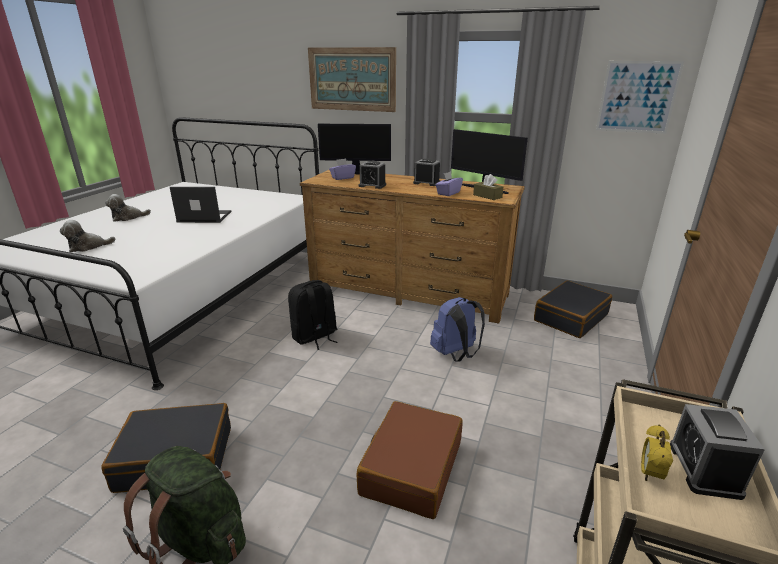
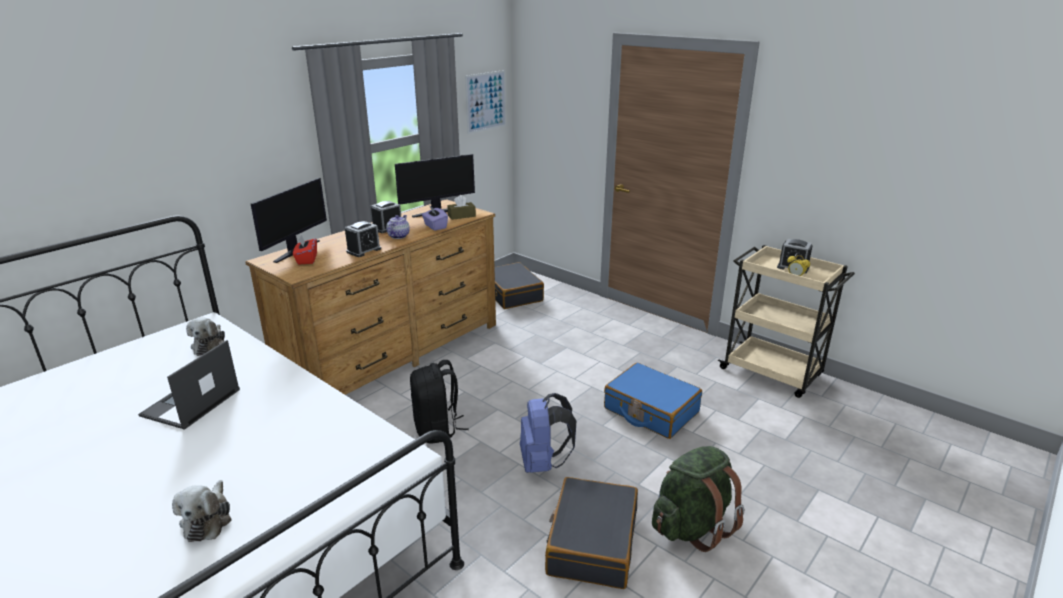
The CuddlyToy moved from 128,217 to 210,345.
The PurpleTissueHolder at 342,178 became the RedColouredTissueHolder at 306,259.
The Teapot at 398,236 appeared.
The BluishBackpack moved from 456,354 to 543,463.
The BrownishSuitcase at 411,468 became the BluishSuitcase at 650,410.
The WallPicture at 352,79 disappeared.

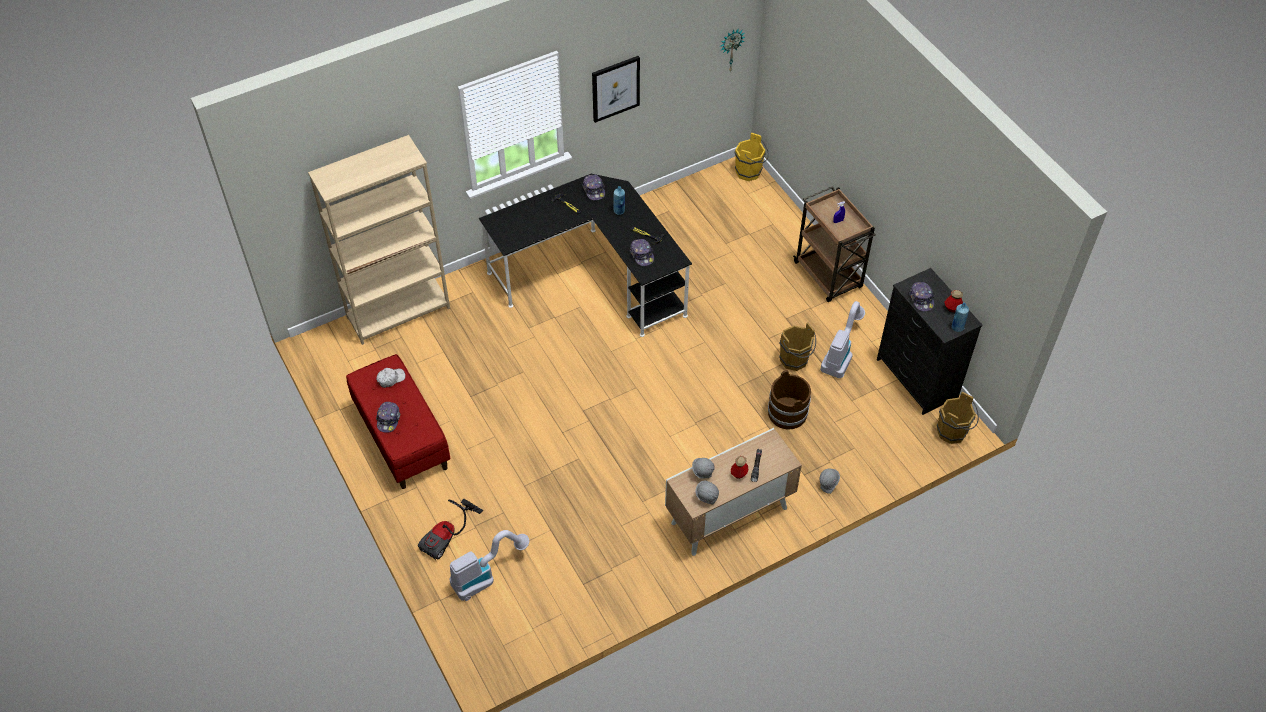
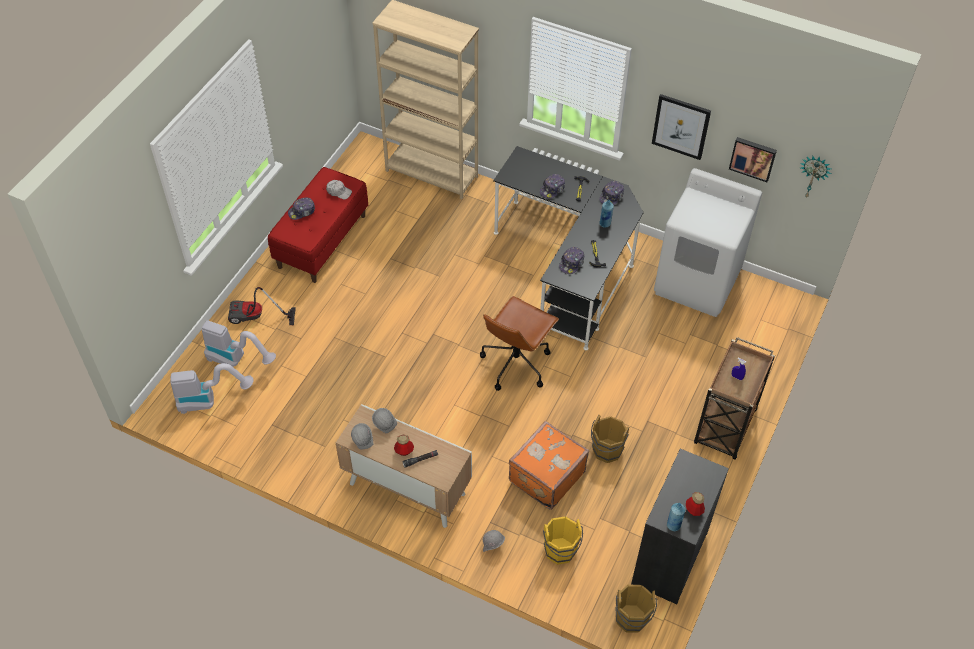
The Hoover moved from 840,354 to 210,400.
The BrownishOfficeChair at 516,363 appeared.
The BrownishPail at 787,413 was replaced by the OrangeySuitcase at 545,476.
The Cap moved from 921,299 to 552,189.
The YellowColouredPail moved from 750,173 to 560,553.
The WhitishLaundryMachine at 697,282 appeared.
The WallPicture at 753,158 appeared.

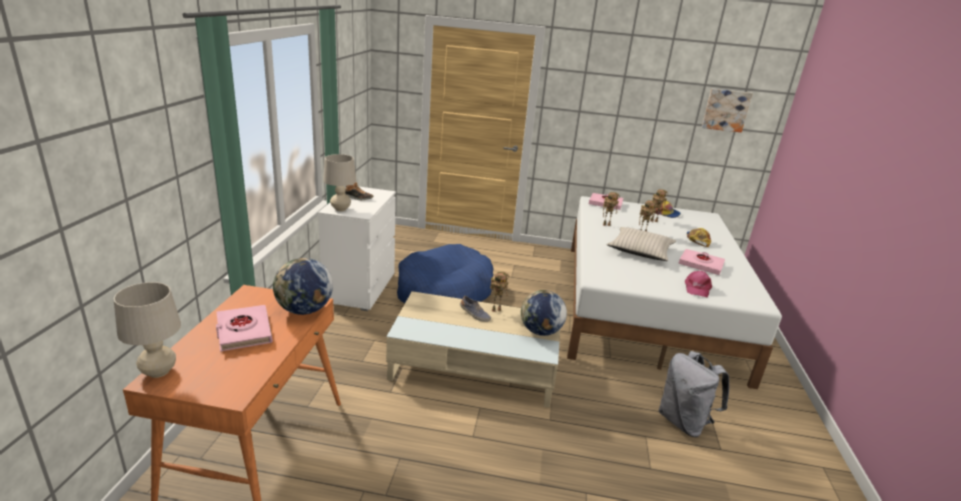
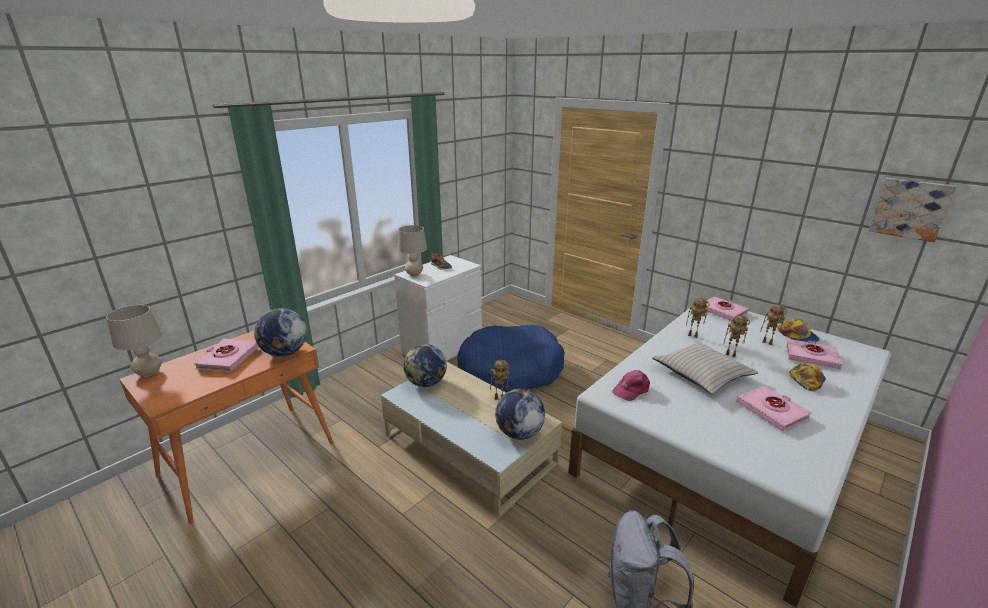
The Globe at 426,383 appeared.
The PinkCap moved from 697,288 to 631,389.
The PinkBook at 811,357 appeared.
The LowShoe at 474,315 disappeared.

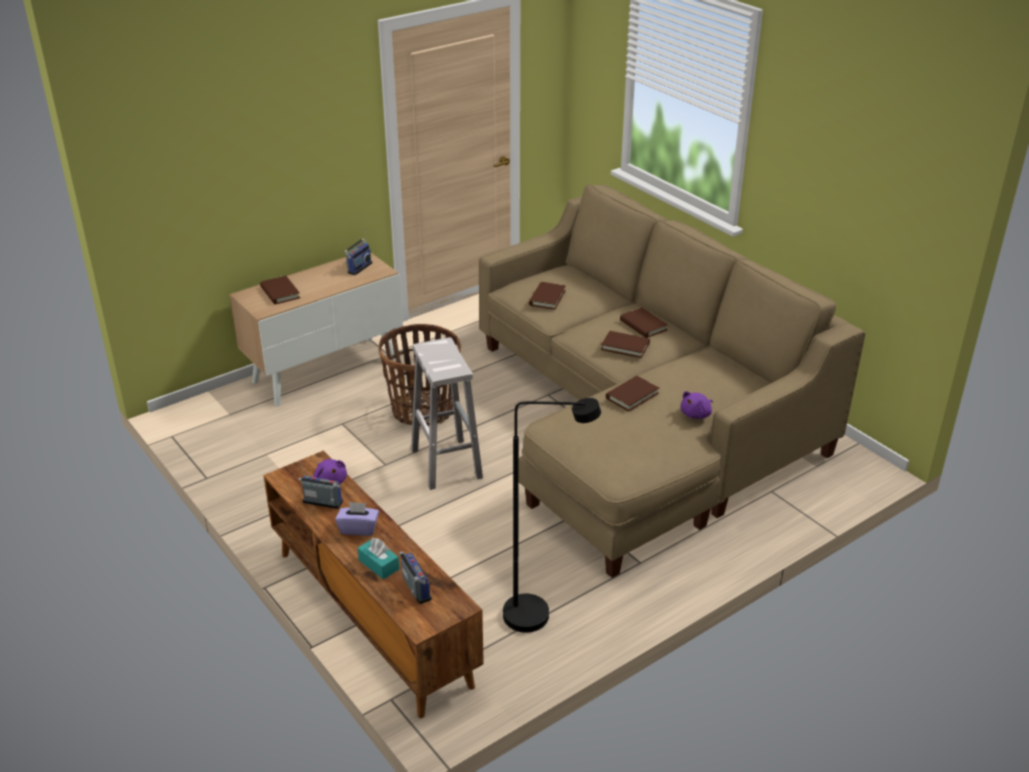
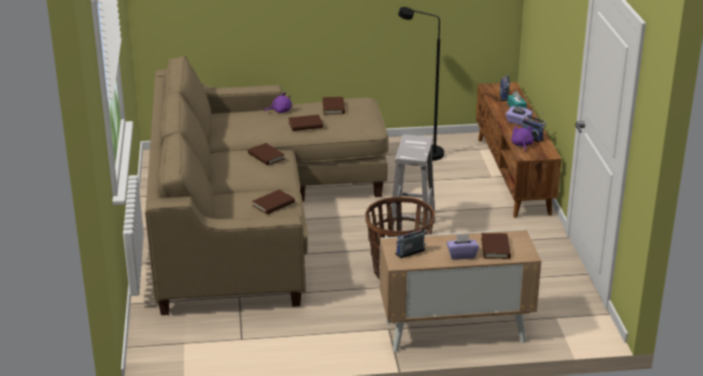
The BrownishBook moved from 643,325 to 333,107.
The PurpleTissueHolder at 462,255 appeared.

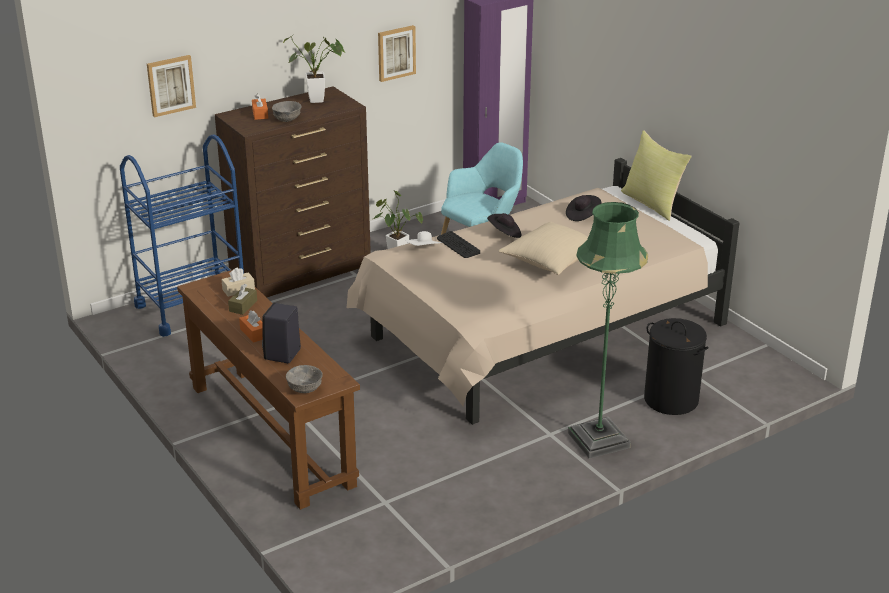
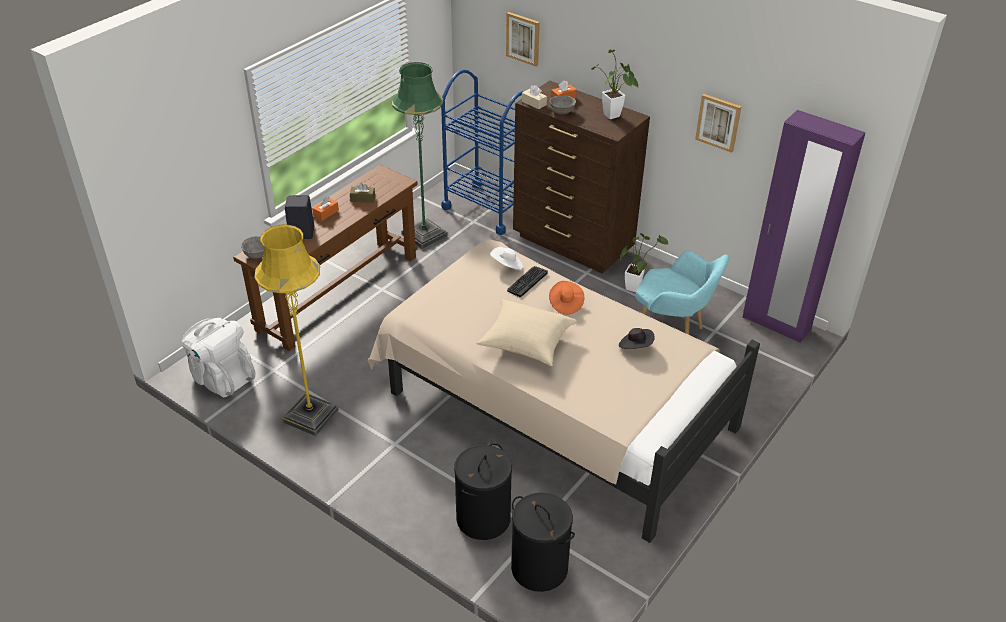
The WhitishBackpack at 222,377 appeared.
The YellowColouredStandardLamp at 311,416 appeared.
The GreenColouredStandardLamp moved from 598,440 to 424,235.
The BlackLaundryBasket at 540,568 appeared.
The SandColouredTissueHolder moved from 238,289 to 534,103.
The BlackClothingHat at 505,234 became the OrangeyClothingHat at 565,304.
The YellowColouredPillow at 653,203 disappeared.

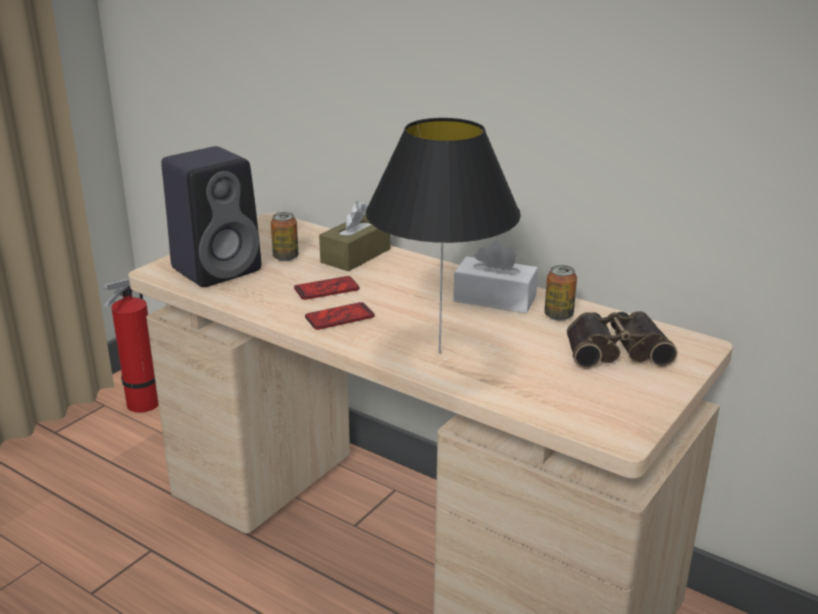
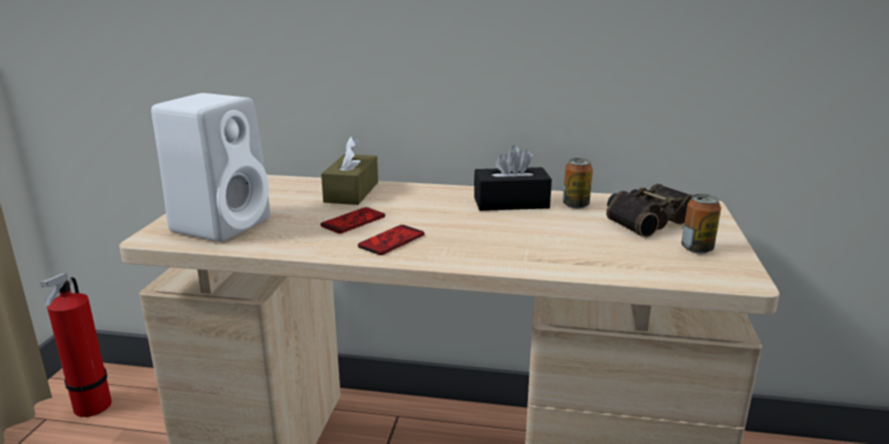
The BlackAudioSpeaker at 218,268 became the WhitishAudioSpeaker at 222,224.
The WhitishTissueHolder at 494,299 became the BlackTissueHolder at 511,203.
The Can moved from 285,257 to 697,248.
The BlackTableLamp at 438,353 disappeared.

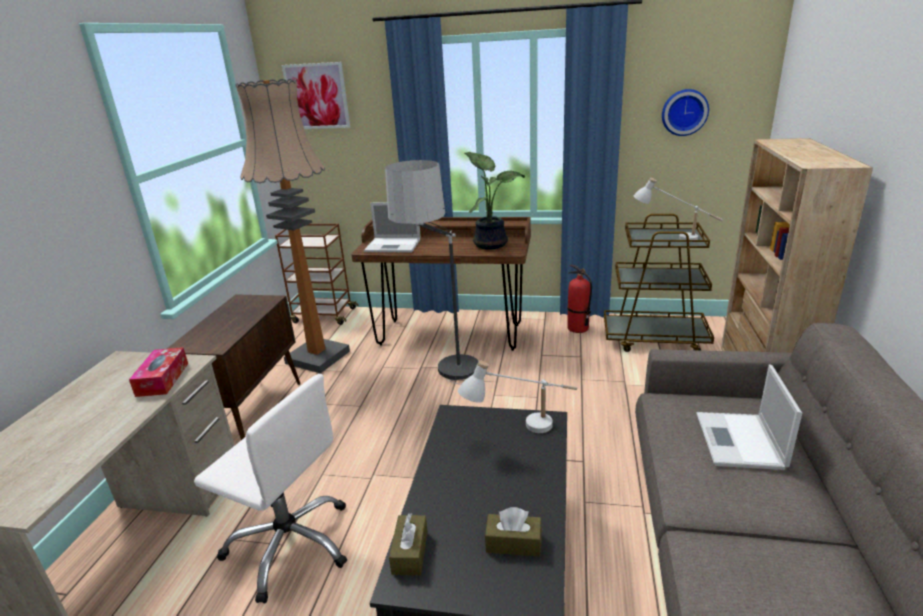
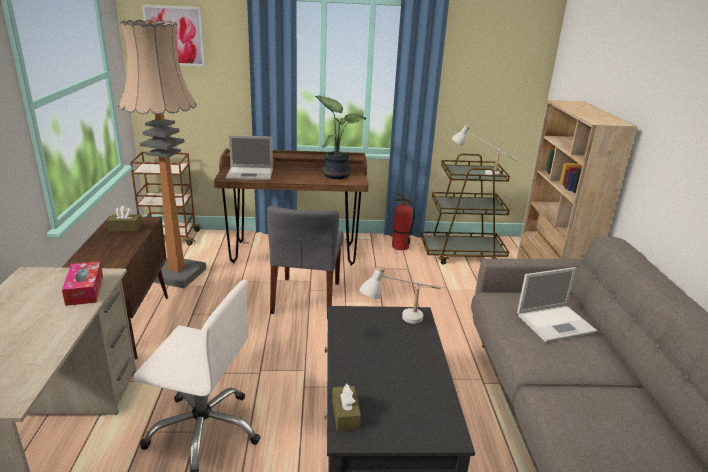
The BrownishTissueHolder moved from 513,543 to 125,228.
The StandardLamp at 449,389 was replaced by the GrayChair at 306,298.
The NotebookComputer at 740,442 turned 105 degrees counterclockwise.
The HangingClock at 684,112 disappeared.

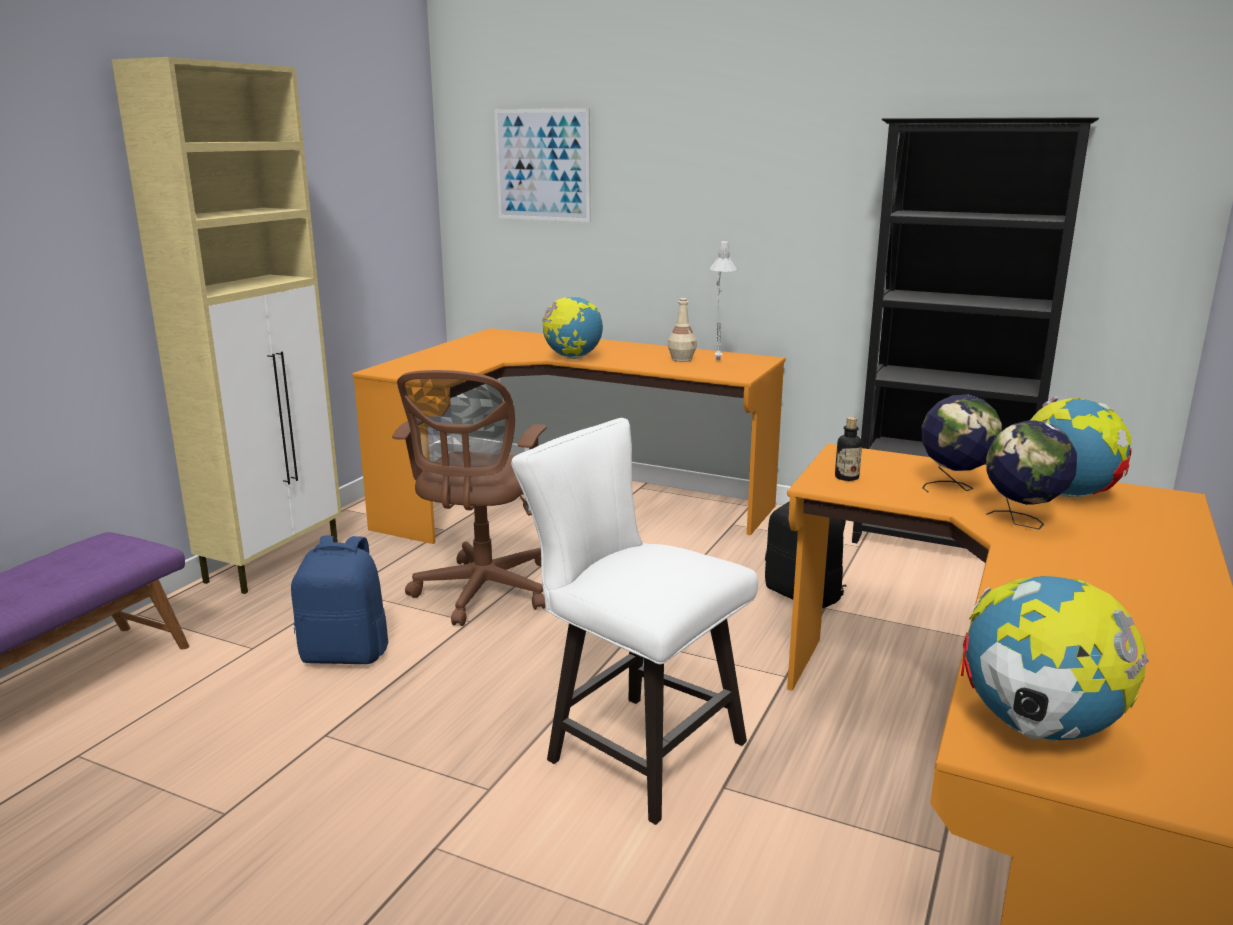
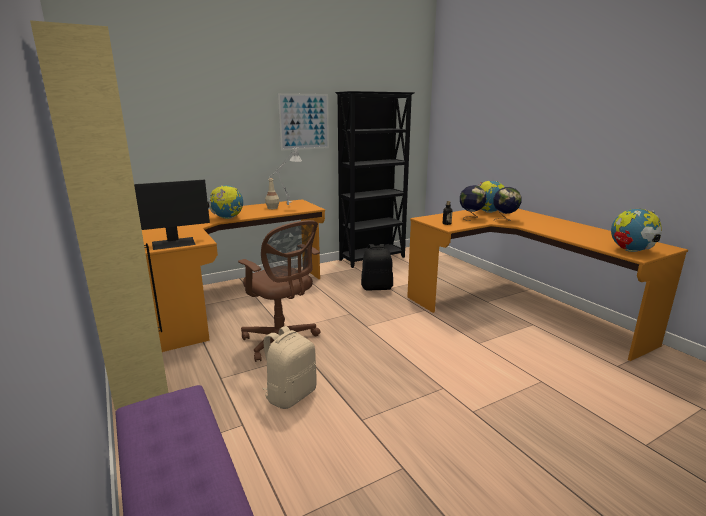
The Monitor at 174,243 appeared.
The BluishBackpack at 346,654 became the SandColouredBackpack at 290,395.
The WallPicture moved from 543,165 to 304,122.
The WhitishChair at 634,748 disappeared.

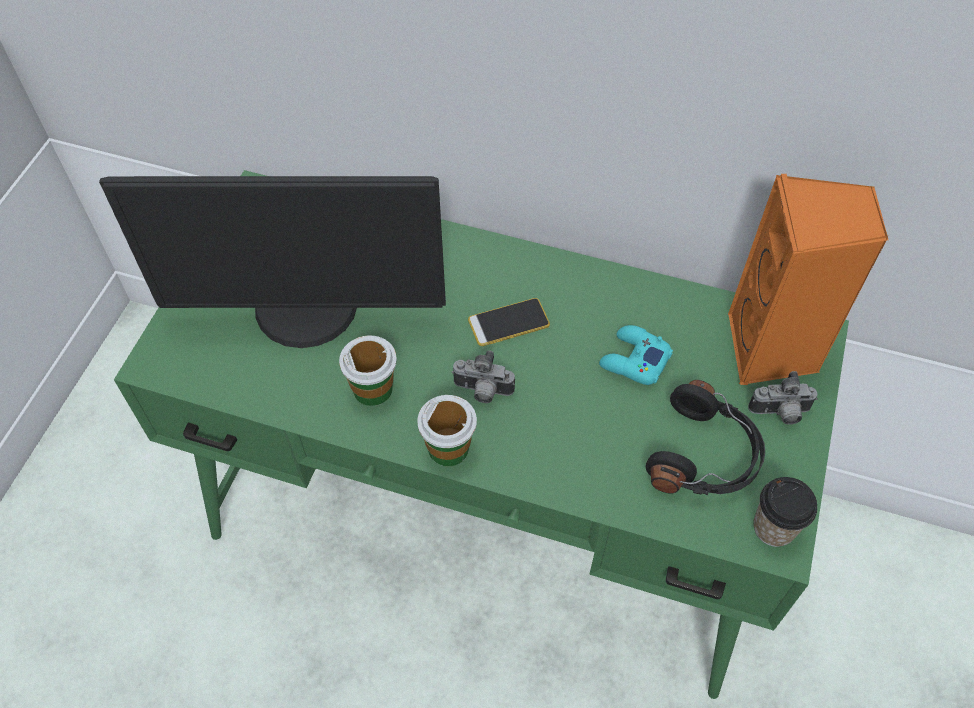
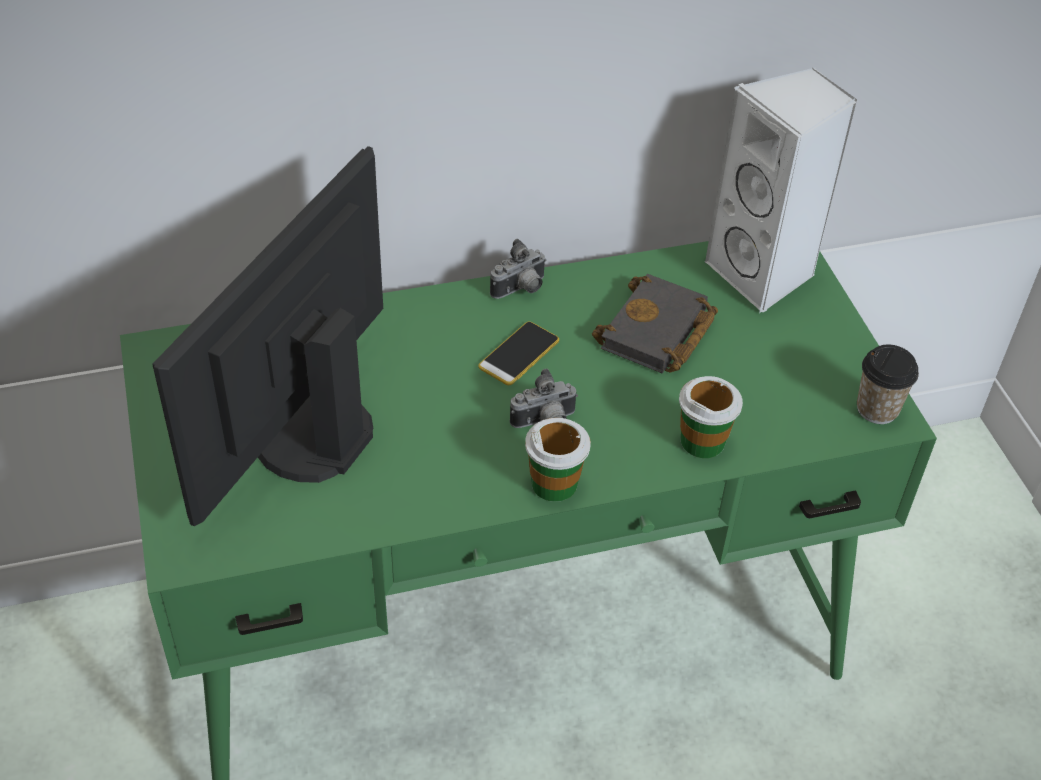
The Monitor at 306,311 turned 150 degrees clockwise.
The PhotoCamera moved from 780,413 to 520,290.
The TurquoiseGameController at 634,360 was replaced by the BlackBook at 657,334.
The SmallCup moved from 373,388 to 703,441.
The OrangeyAudioSpeaker at 772,350 became the WhitishAudioSpeaker at 763,274.
The BlackHeadphones at 705,456 disappeared.

